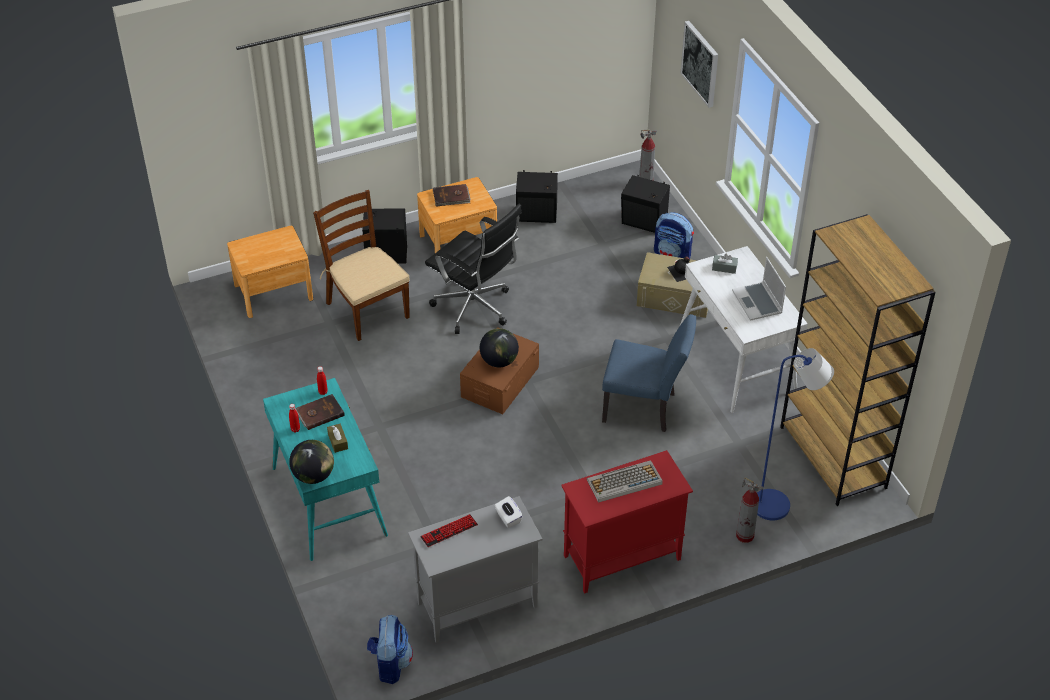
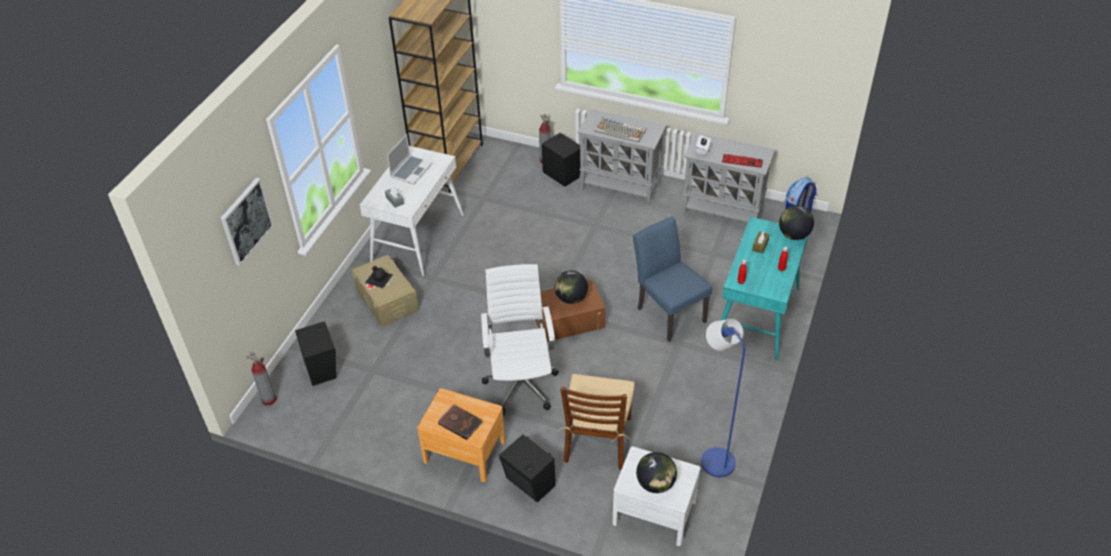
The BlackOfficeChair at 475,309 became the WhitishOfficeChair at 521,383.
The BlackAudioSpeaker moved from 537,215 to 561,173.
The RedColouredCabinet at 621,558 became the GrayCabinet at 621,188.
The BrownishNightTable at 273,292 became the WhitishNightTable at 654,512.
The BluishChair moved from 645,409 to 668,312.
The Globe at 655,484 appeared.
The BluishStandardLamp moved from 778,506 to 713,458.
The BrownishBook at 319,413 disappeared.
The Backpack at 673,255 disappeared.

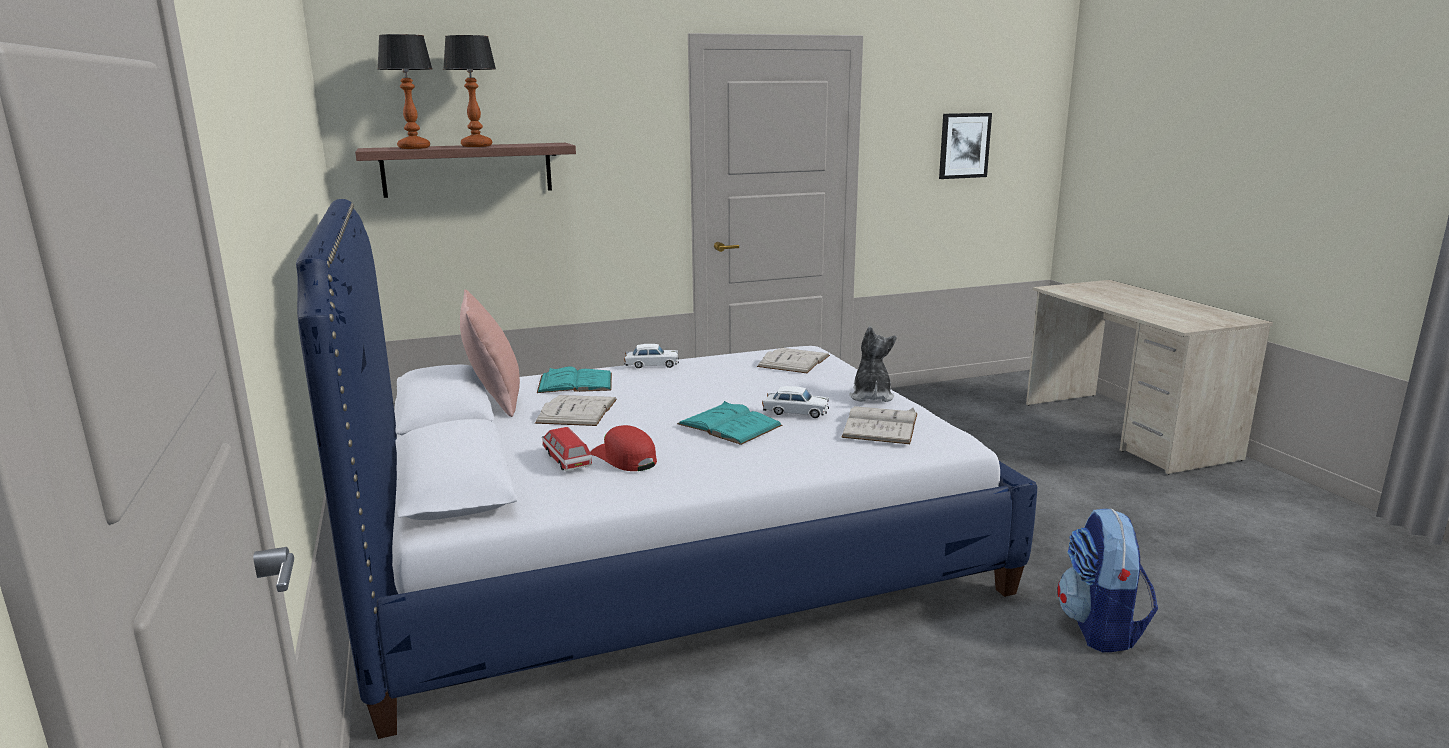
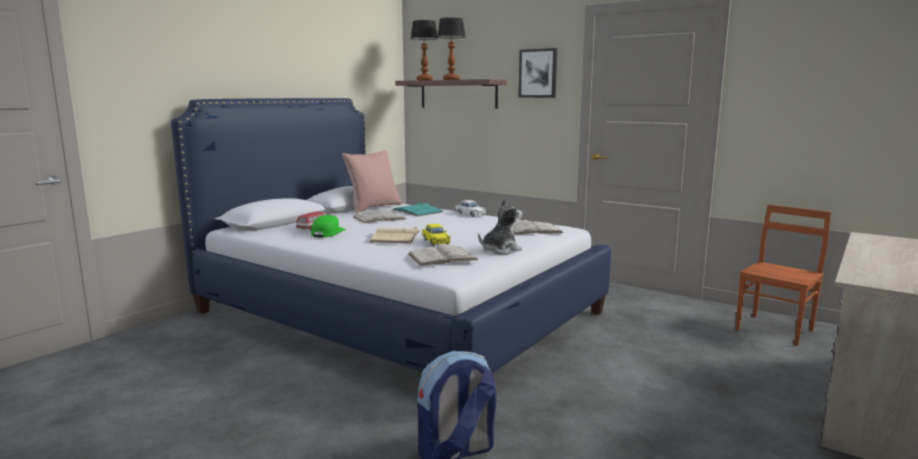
The RedColouredCap at 624,458 became the GreenColouredCap at 328,233.
The TurquoiseBook at 729,425 became the SandColouredBook at 395,236.
The WhitishToyCar at 795,412 became the YellowColouredToyCar at 435,241.
The WallPicture moved from 964,145 to 538,73.
The BrownishChair at 775,330 appeared.

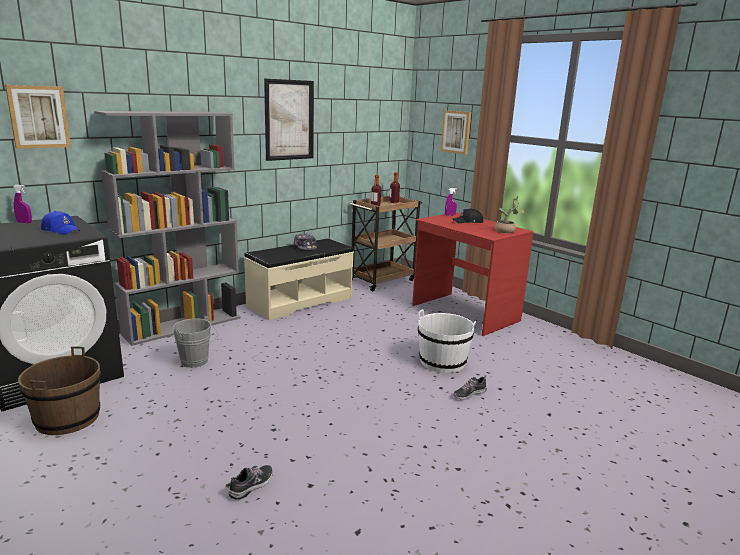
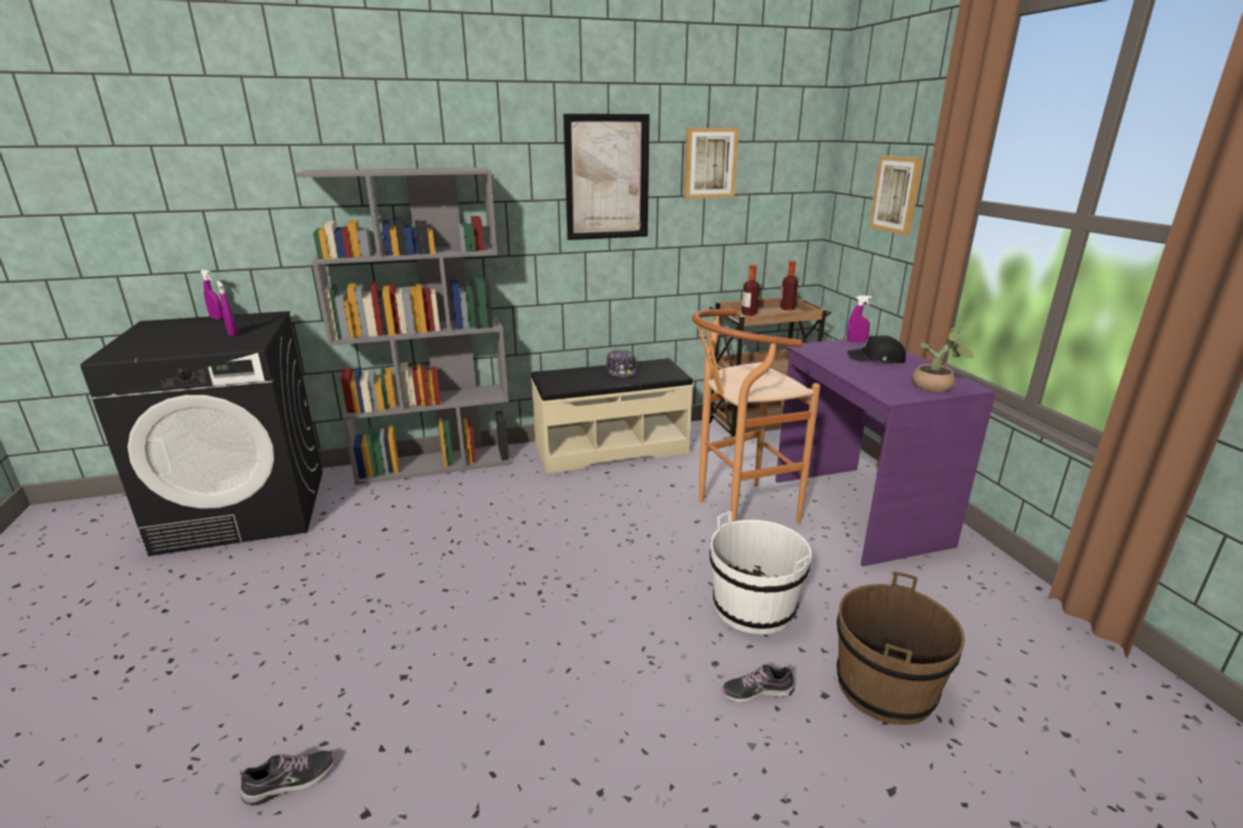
The BluishCap at 61,230 was replaced by the PurpleSprayBottle at 232,334.
The WallPicture moved from 38,117 to 710,163.
The BrownishSittingStool at 738,512 appeared.
The RedColouredDesk at 464,313 became the PurpleDesk at 856,511.
The BrownishPail moved from 68,418 to 885,687.
The GrayPail at 196,362 disappeared.

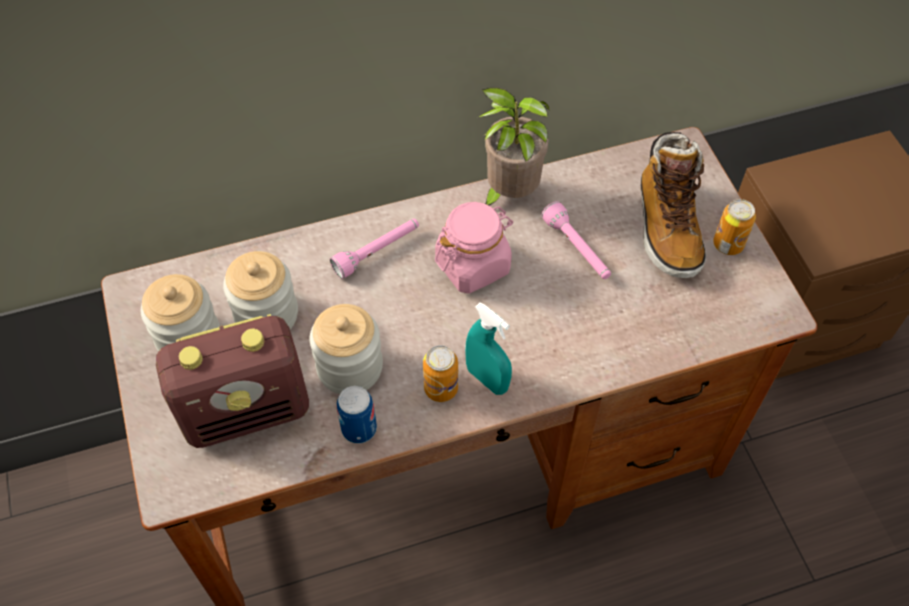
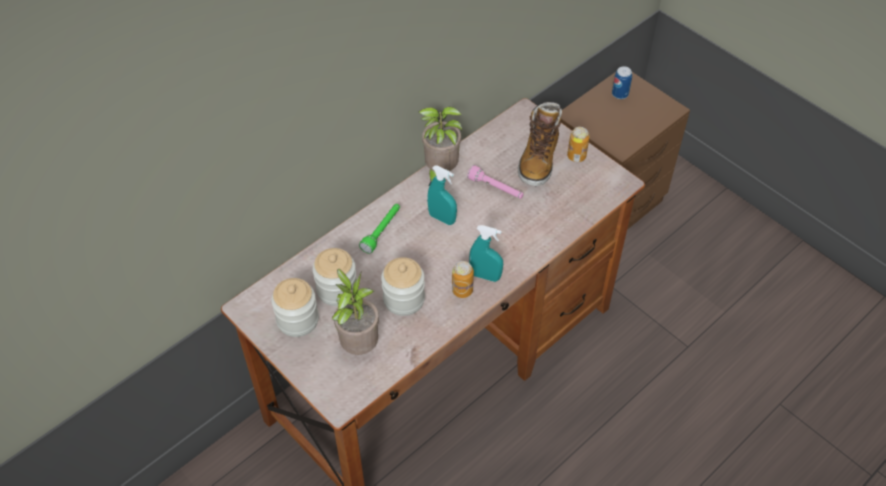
The RadioReceiver at 247,411 was replaced by the PlantInAPot at 359,345.
The PinkHandTorch at 377,252 became the GreenColouredHandTorch at 382,231.
The PinkJar at 473,265 was replaced by the TurquoiseSprayBottle at 442,218.
The TallBoot at 667,227 turned 45 degrees clockwise.
The Can moved from 359,428 to 620,94.

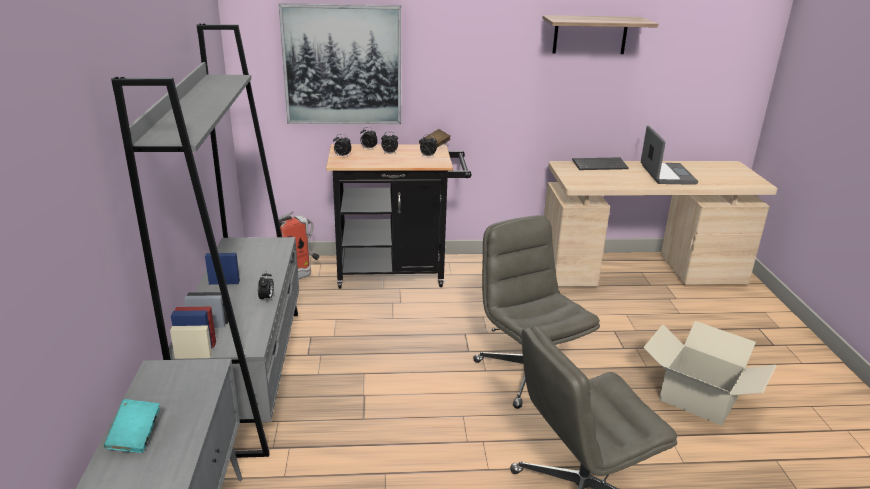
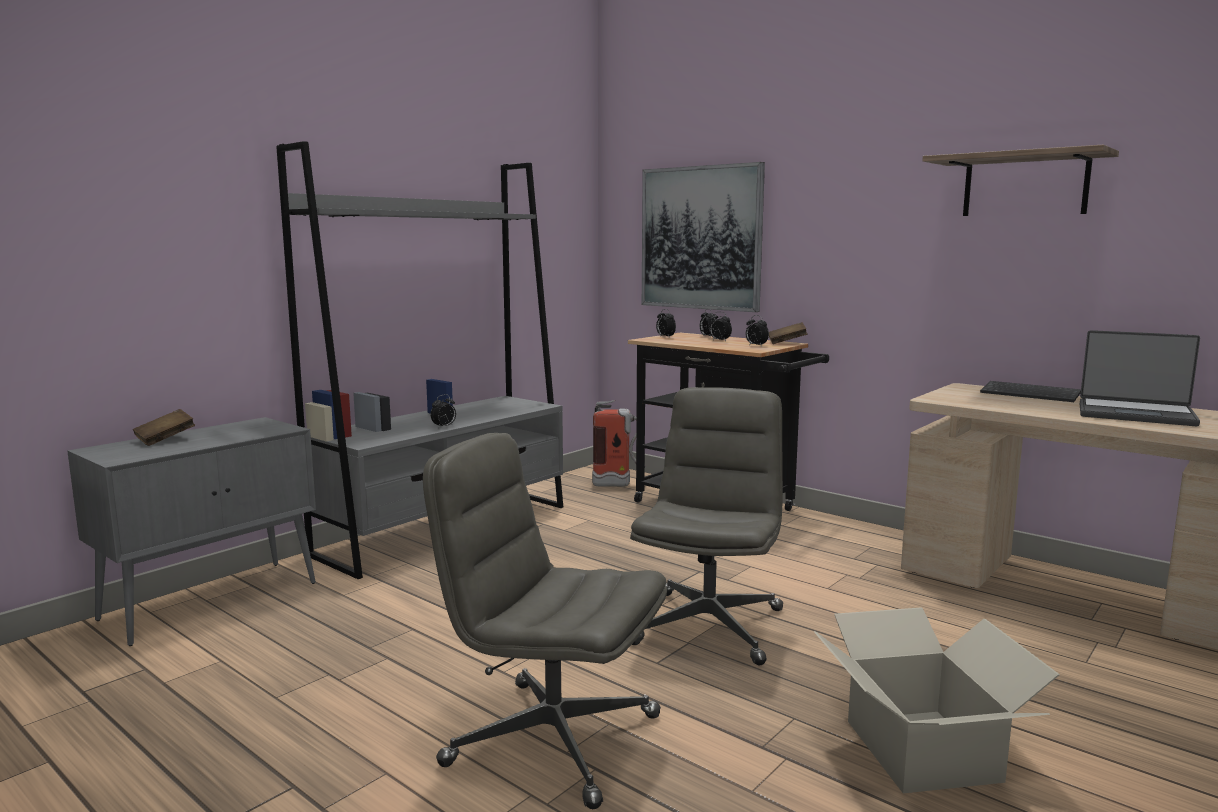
The TurquoiseBook at 135,436 became the BrownishBook at 165,440.
The NotebookComputer at 666,174 turned 75 degrees clockwise.

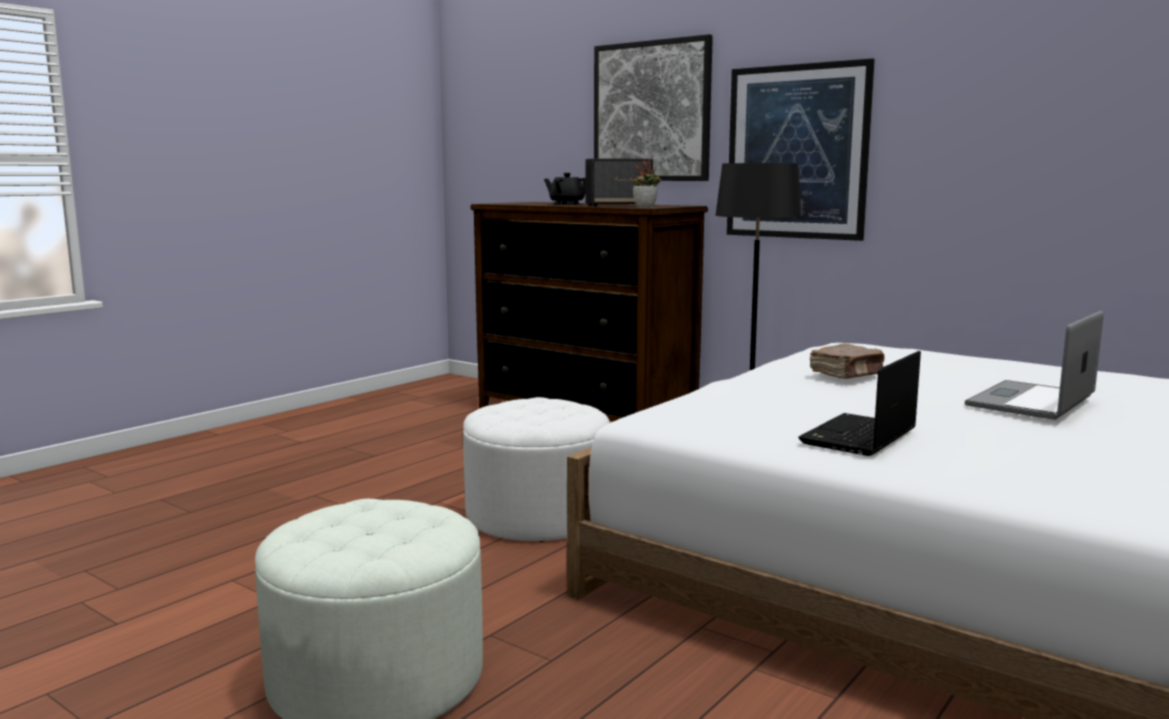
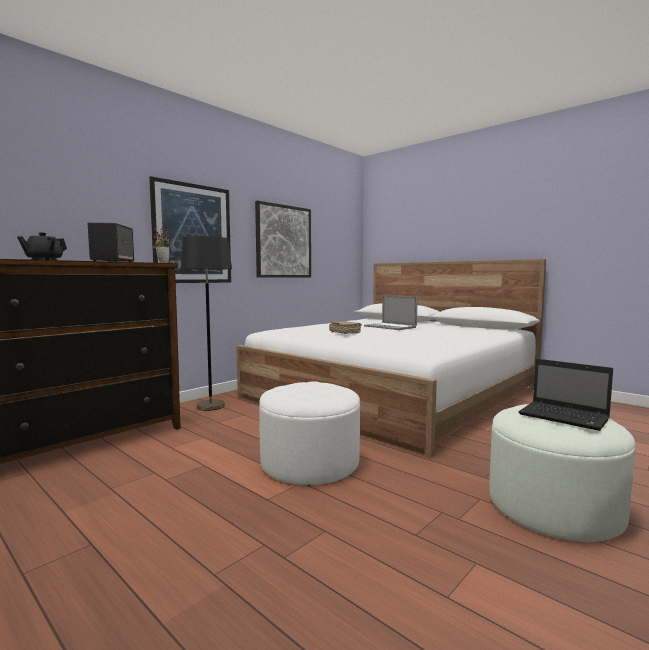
The WallPicture moved from 651,112 to 283,241.
The NotebookComputer moved from 858,437 to 565,417.

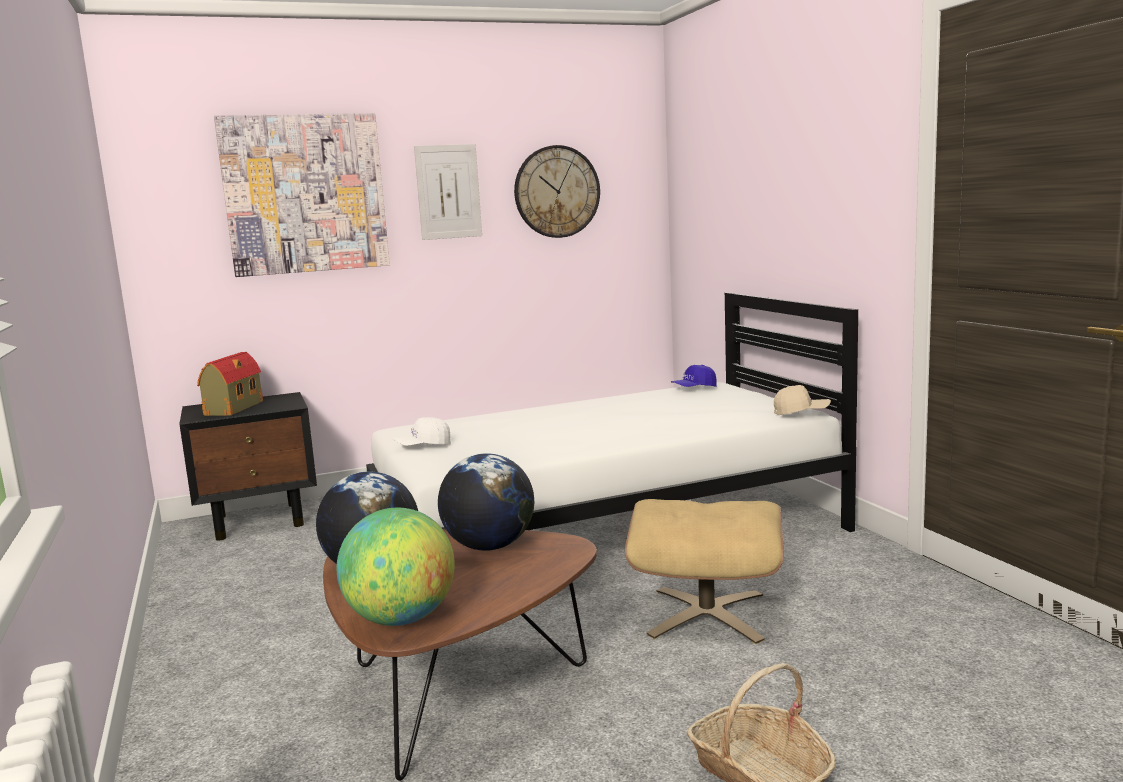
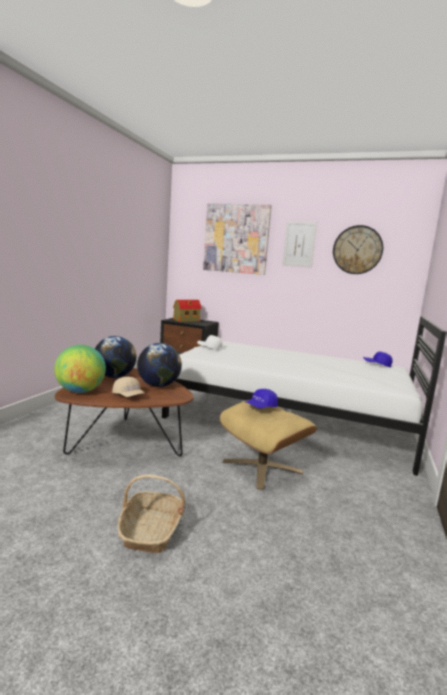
The SandColouredCap moved from 801,412 to 128,396.
The BluishCap at 261,407 appeared.

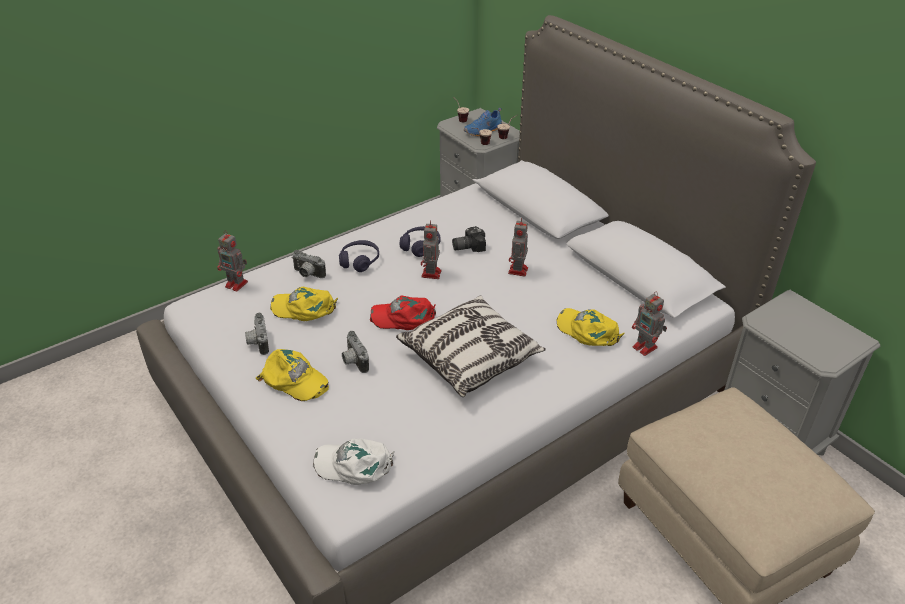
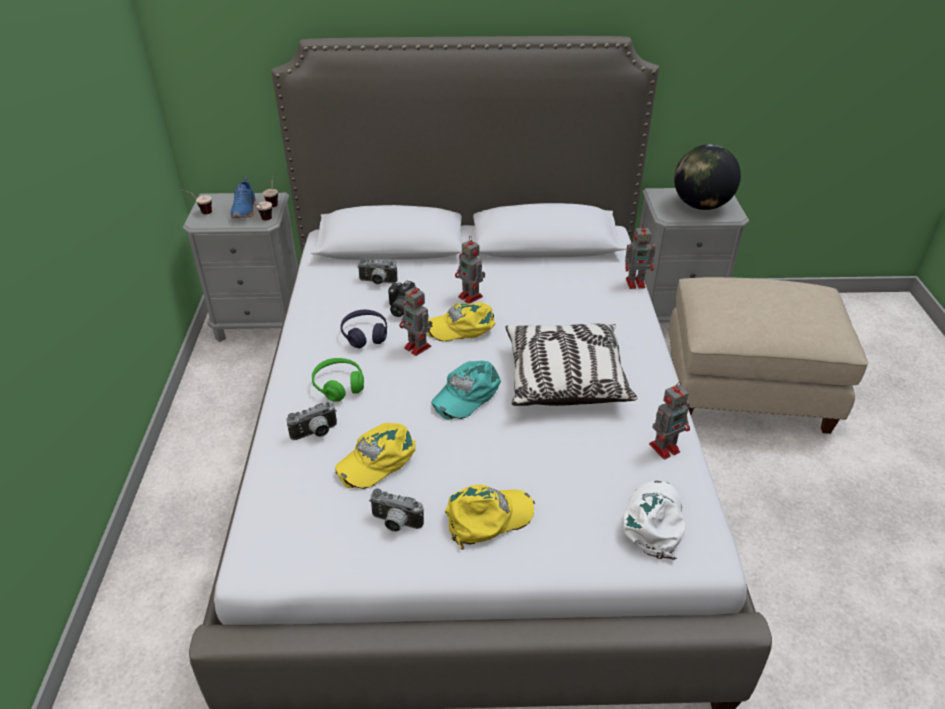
The PurpleHeadphones at 359,261 became the GreenColouredHeadphones at 339,385.
The PhotoCamera moved from 353,361 to 377,282.
The YellowColouredCap moved from 588,331 to 462,326.
The RedColouredCap at 404,317 became the TurquoiseCap at 466,393.
The WhitishCap at 354,465 turned 150 degrees clockwise.
The RobotFigure moved from 237,284 to 665,447.
The Globe at 701,205 appeared.

